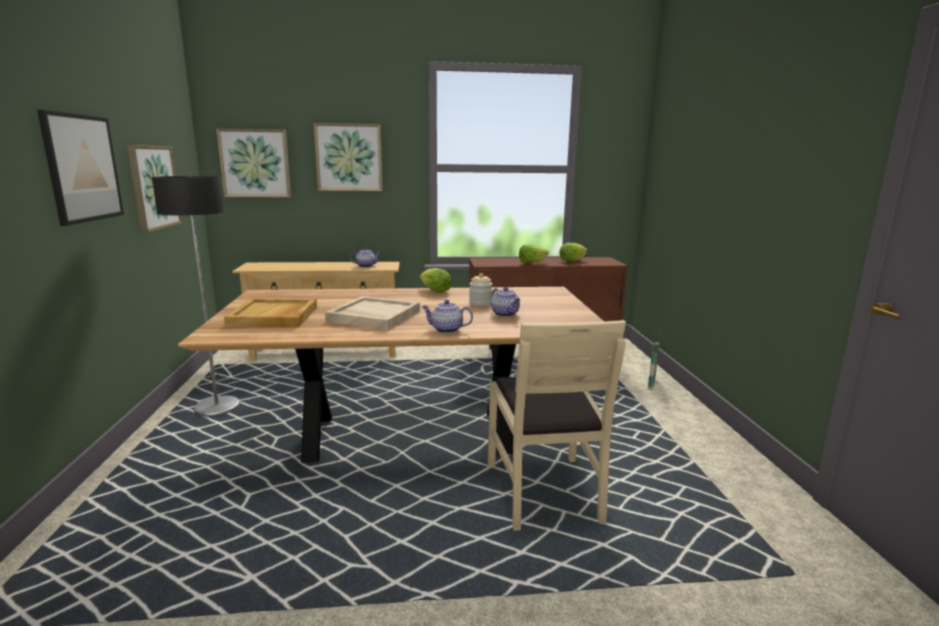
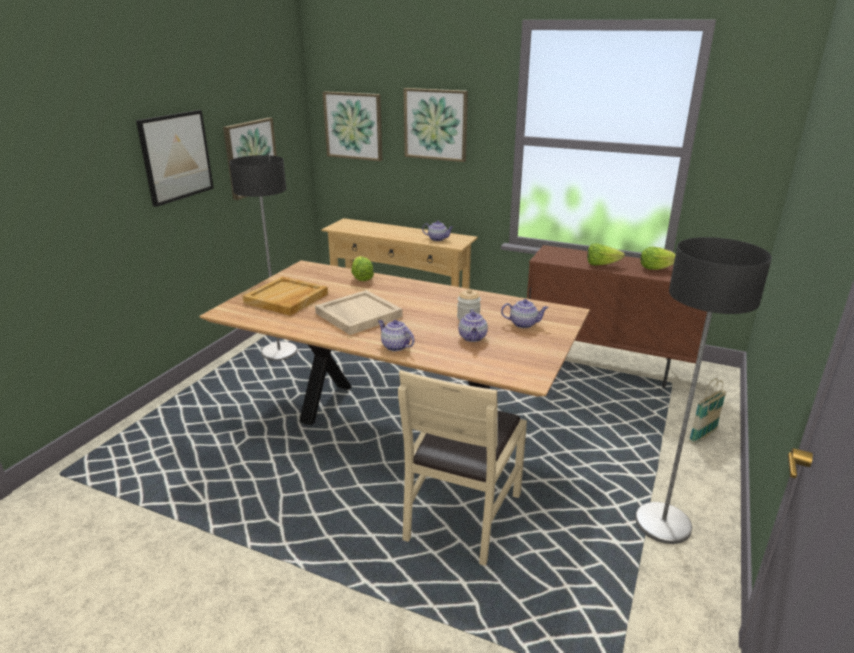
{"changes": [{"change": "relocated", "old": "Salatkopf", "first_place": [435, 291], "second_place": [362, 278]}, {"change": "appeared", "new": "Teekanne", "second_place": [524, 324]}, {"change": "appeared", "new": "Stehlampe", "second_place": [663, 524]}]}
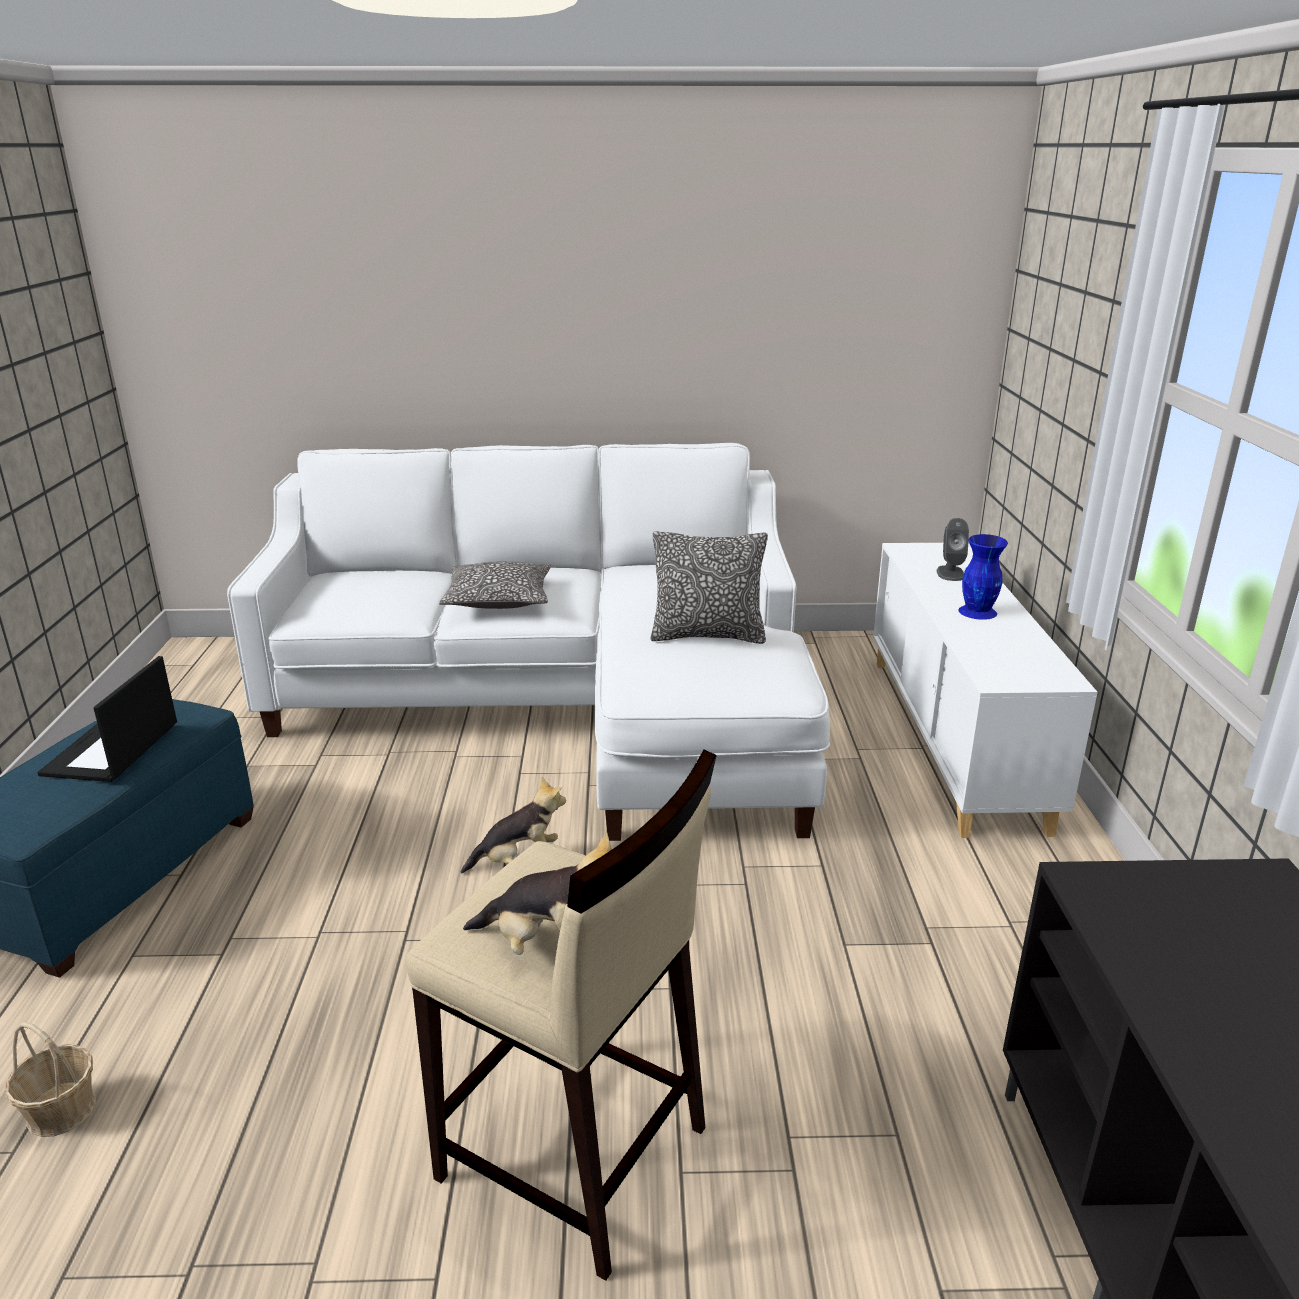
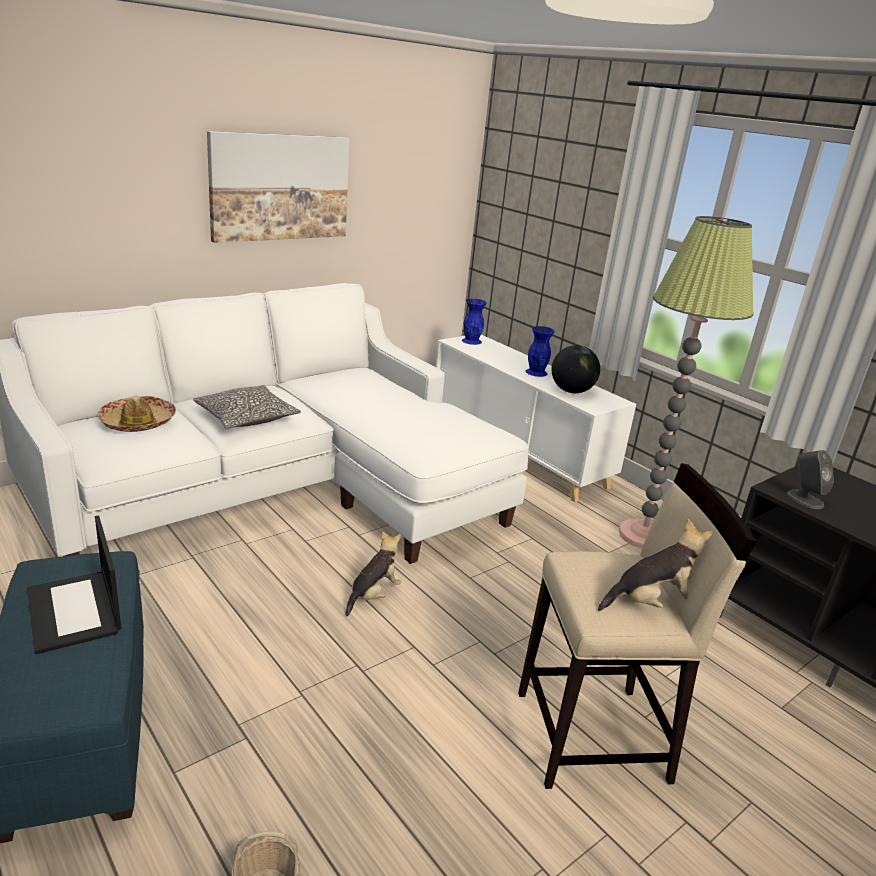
{"changes": [{"change": "missing", "old": "Kissen", "first_place": [707, 635]}, {"change": "relocated", "old": "Lautsprecher [grau]", "first_place": [950, 573], "second_place": [804, 499]}, {"change": "appeared", "new": "Hut", "second_place": [138, 422]}, {"change": "appeared", "new": "Bild", "second_place": [280, 187]}, {"change": "appeared", "new": "Vase [blau]", "second_place": [472, 341]}, {"change": "appeared", "new": "Globus", "second_place": [571, 391]}, {"change": "appeared", "new": "Stehlampe", "second_place": [643, 535]}]}
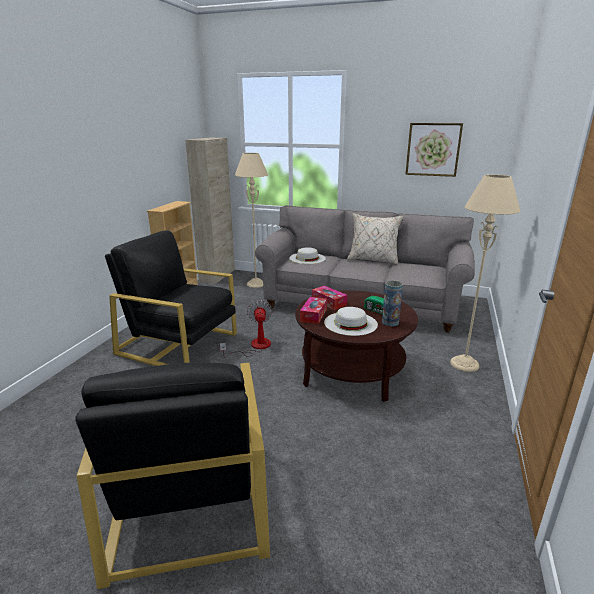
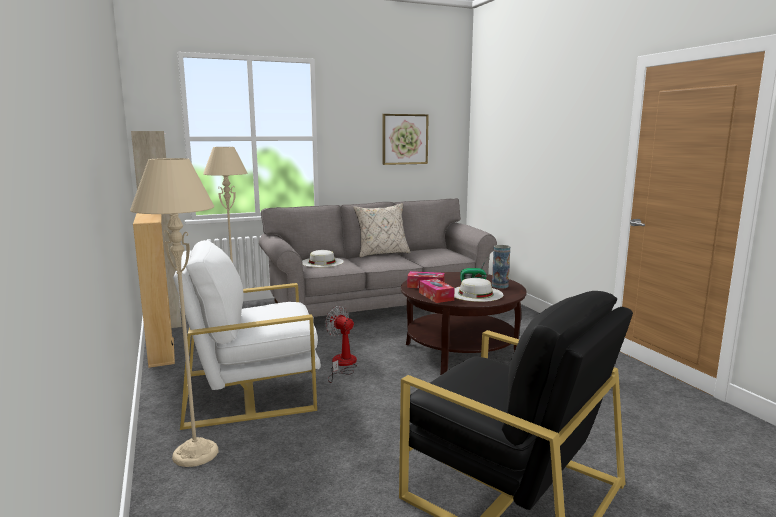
{"changes": [{"change": "colour", "old": "Sessel [schwarz]", "new": "Sessel [weiß]", "first_place": [179, 343], "second_place": [250, 390]}, {"change": "relocated", "old": "Stehlampe [beige]", "first_place": [464, 364], "second_place": [195, 453]}]}
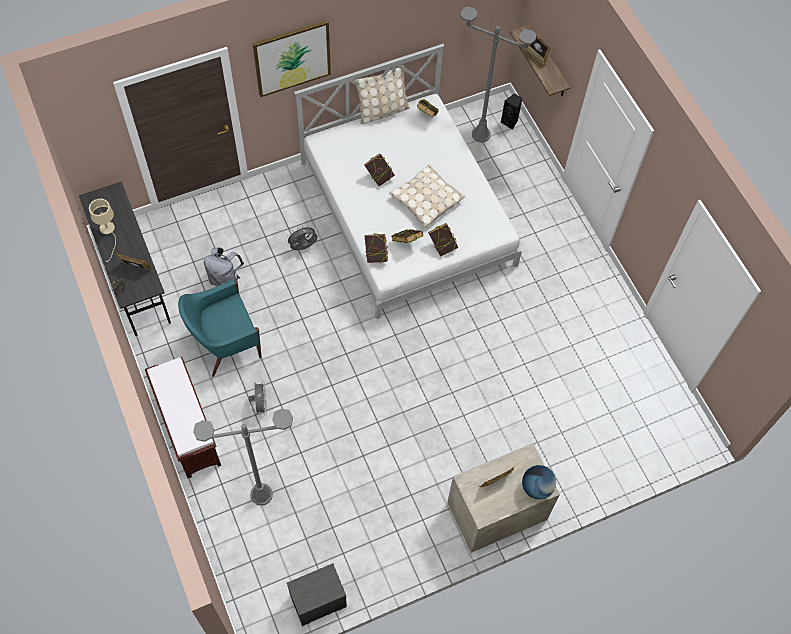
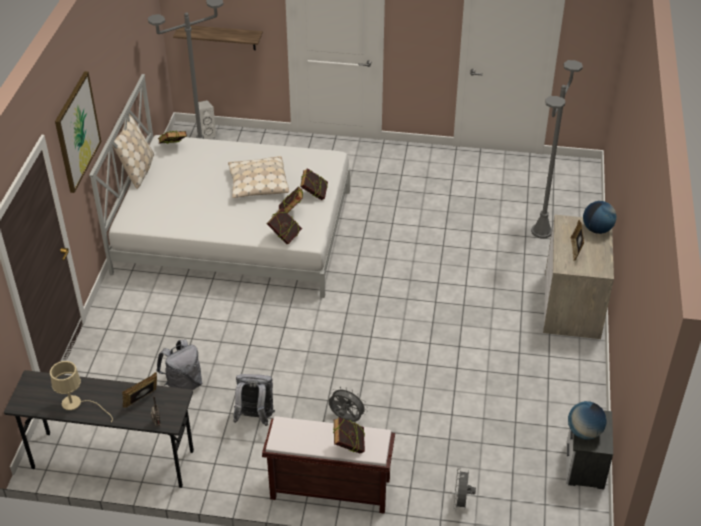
{"changes": [{"change": "exchanged", "old": "Sessel [türkis]", "new": "Rucksack [grau]", "first_place": [225, 343], "second_place": [255, 417]}, {"change": "relocated", "old": "Stehlampe [grau]", "first_place": [261, 494], "second_place": [541, 231]}, {"change": "relocated", "old": "Ventilator [grau]", "first_place": [303, 247], "second_place": [461, 502]}, {"change": "relocated", "old": "Buch", "first_place": [379, 177], "second_place": [349, 446]}, {"change": "colour", "old": "Lautsprecher [schwarz]", "new": "Lautsprecher [weiß]", "first_place": [510, 122], "second_place": [207, 134]}, {"change": "missing", "old": "Bilderrahmen", "first_place": [535, 55]}, {"change": "appeared", "new": "Globus", "second_place": [584, 432]}]}
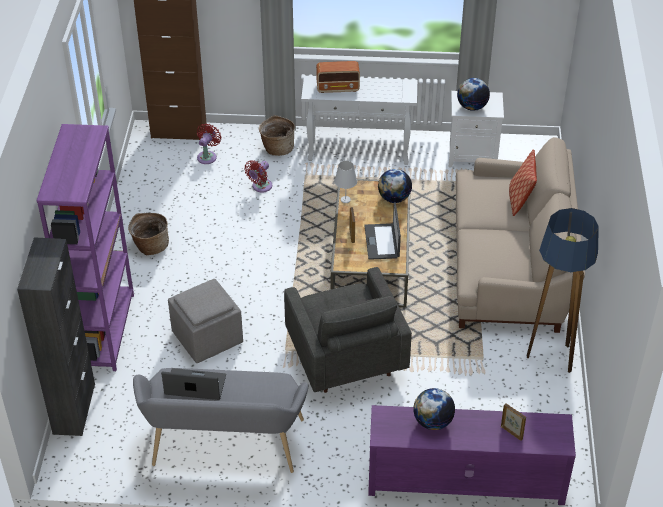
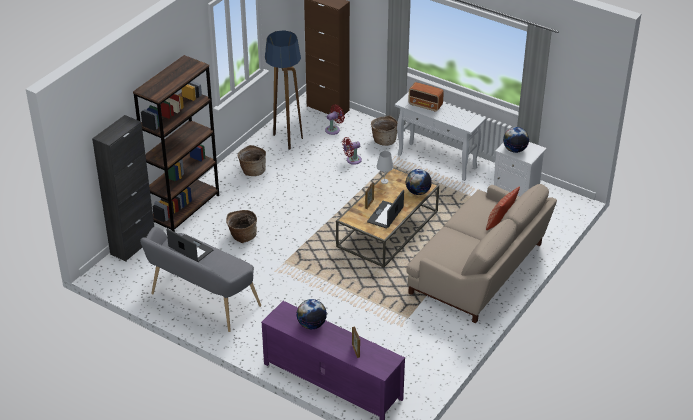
{"changes": [{"change": "colour", "old": "Bücherregal [lila]", "new": "Bücherregal [braun]", "first_place": [104, 330], "second_place": [185, 209]}, {"change": "exchanged", "old": "Polsterhocker [grau]", "new": "Korb", "first_place": [206, 337], "second_place": [242, 236]}, {"change": "missing", "old": "Sessel [grau]", "first_place": [345, 359]}, {"change": "relocated", "old": "Stehlampe", "first_place": [549, 358], "second_place": [286, 139]}]}
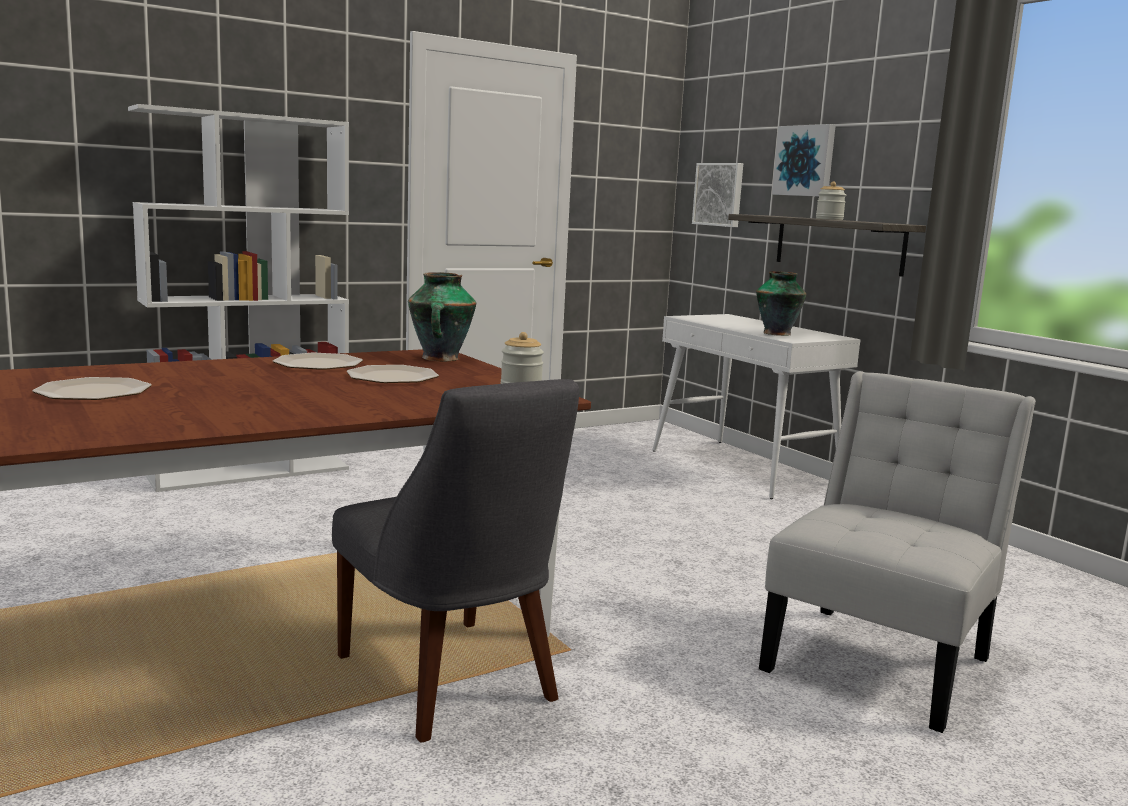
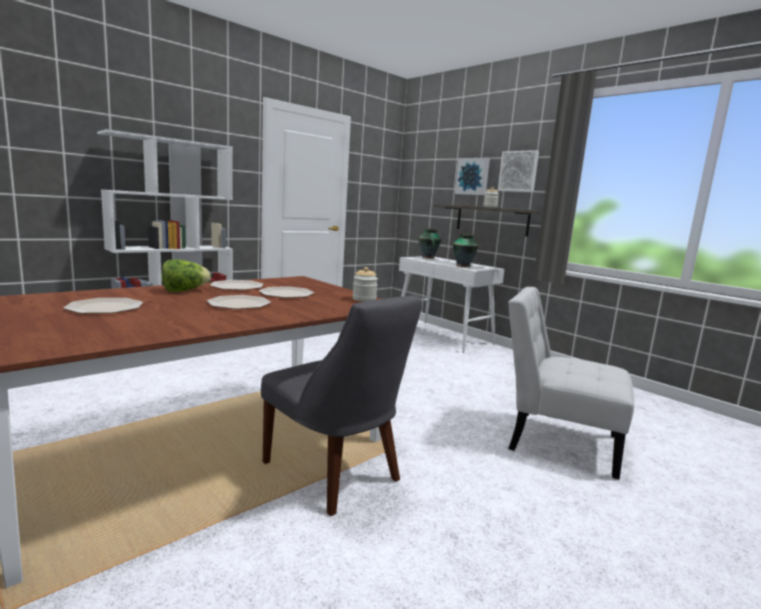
{"changes": [{"change": "relocated", "old": "Vase", "first_place": [440, 358], "second_place": [428, 258]}, {"change": "relocated", "old": "Bild", "first_place": [719, 194], "second_place": [519, 171]}, {"change": "spun", "old": "Stuhl [weiß]", "first_place": [881, 659], "second_place": [556, 440], "degrees": -90}, {"change": "appeared", "new": "Salatkopf", "second_place": [184, 291]}, {"change": "appeared", "new": "Teller", "second_place": [239, 304]}]}
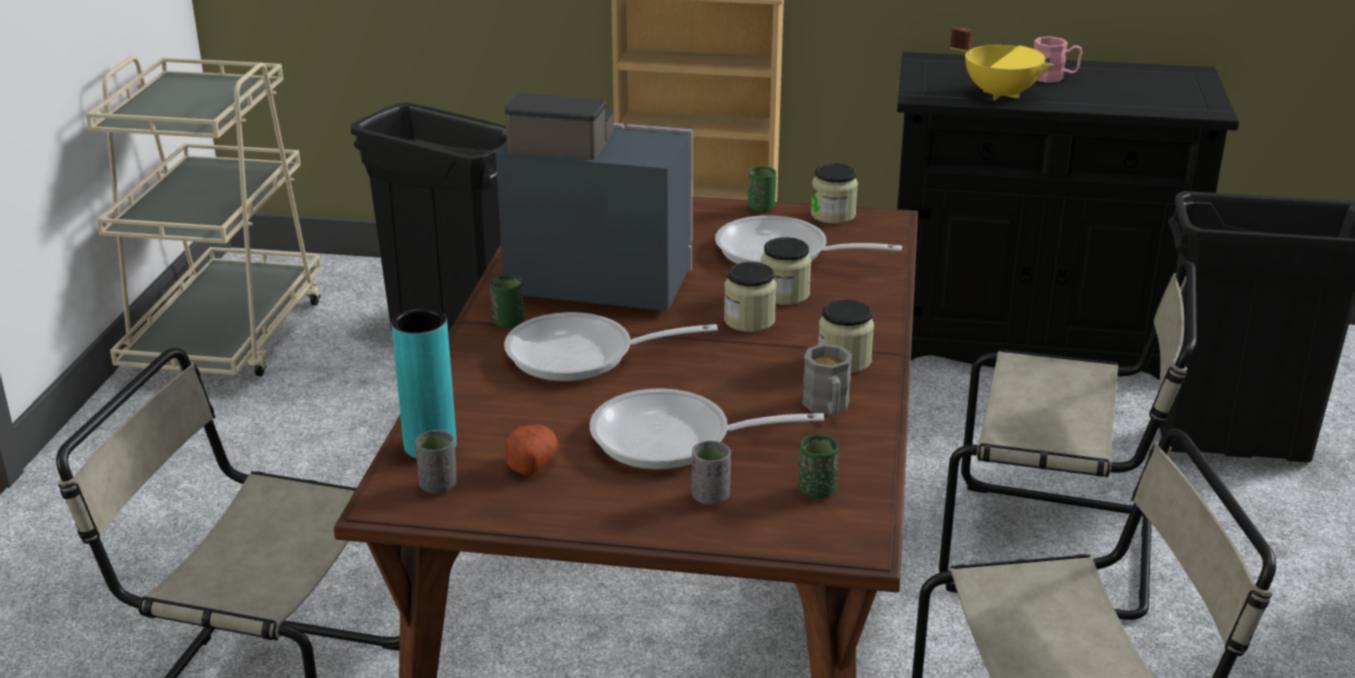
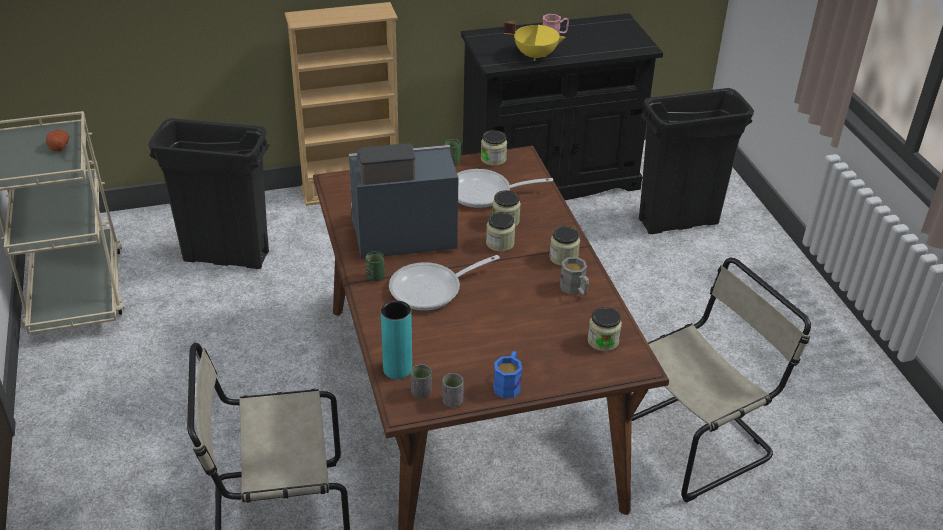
{"changes": [{"change": "relocated", "old": "Kartoffel", "first_place": [531, 463], "second_place": [59, 146]}, {"change": "missing", "old": "Pfanne", "first_place": [674, 440]}, {"change": "relocated", "old": "Tasse [grau]", "first_place": [710, 497], "second_place": [452, 401]}, {"change": "exchanged", "old": "Tasse [grün]", "new": "Vorratsglas", "first_place": [817, 490], "second_place": [603, 341]}, {"change": "missing", "old": "Stuhl [beige]", "first_place": [1057, 552]}, {"change": "appeared", "new": "Henkelbecher [blau]", "second_place": [508, 384]}]}
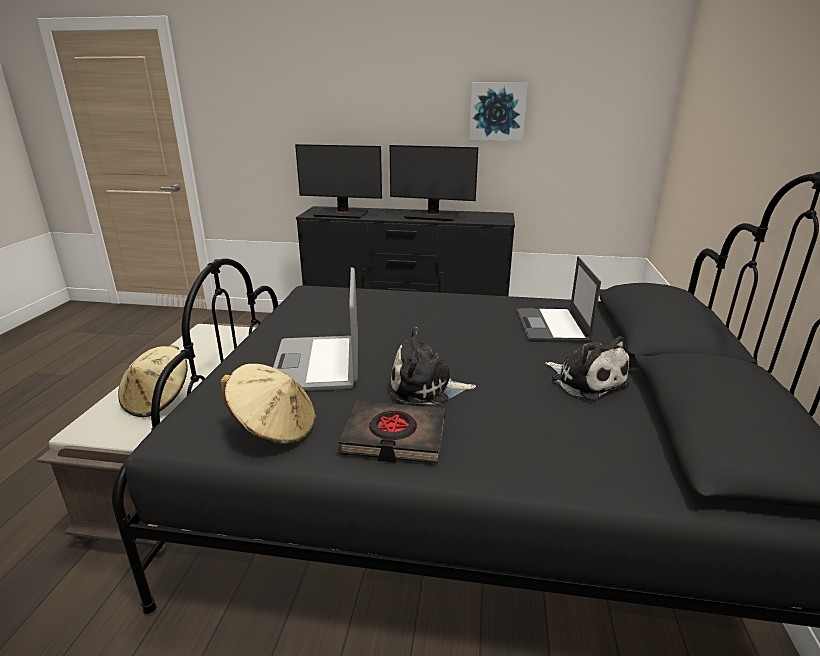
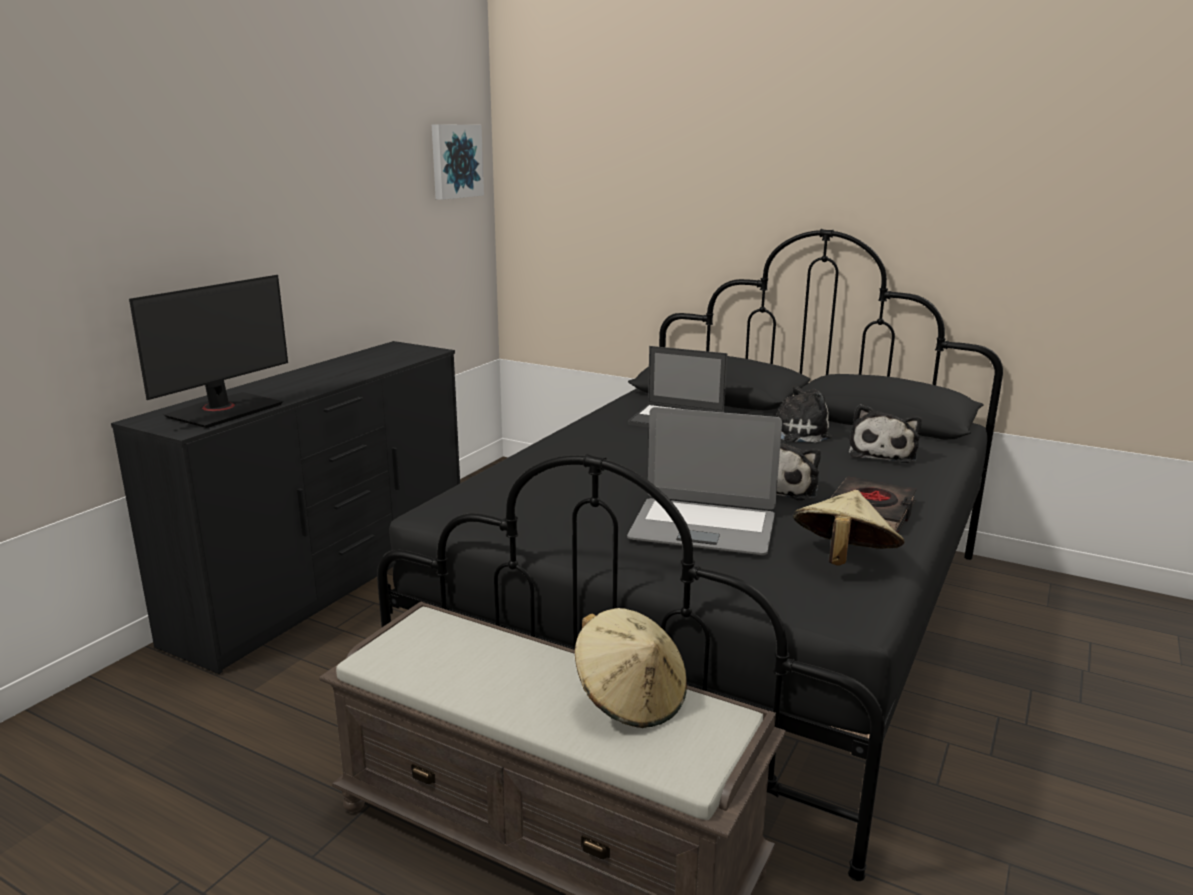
{"changes": [{"change": "missing", "old": "Monitor", "first_place": [432, 216]}, {"change": "relocated", "old": "Bild", "first_place": [497, 111], "second_place": [455, 161]}, {"change": "appeared", "new": "Plüschtier", "second_place": [882, 453]}]}
